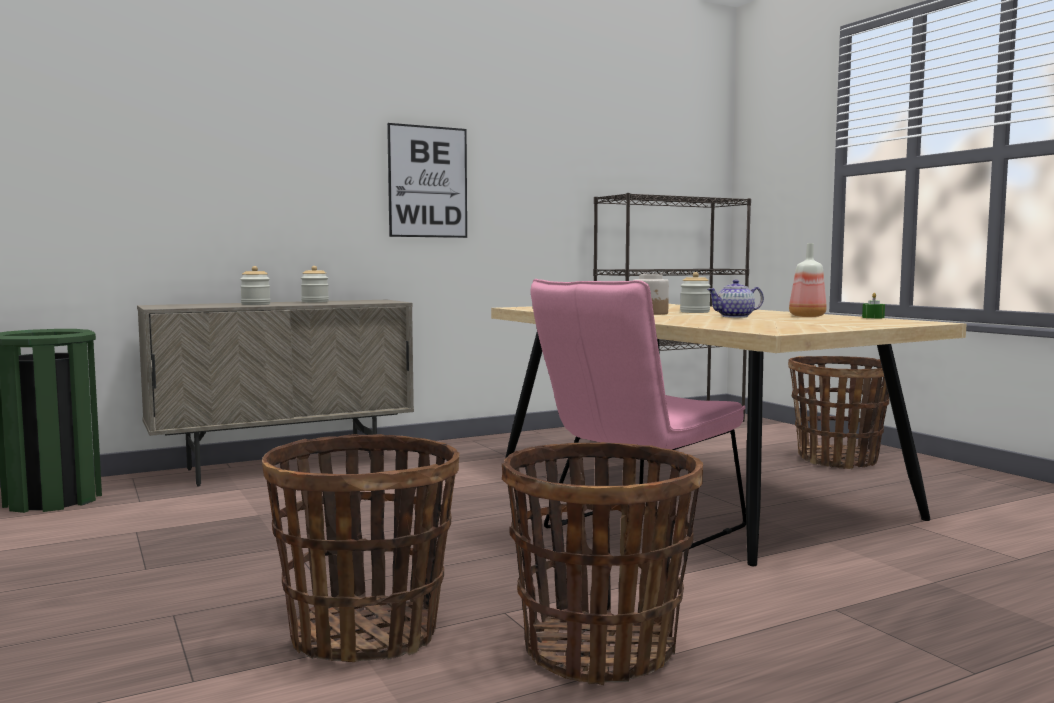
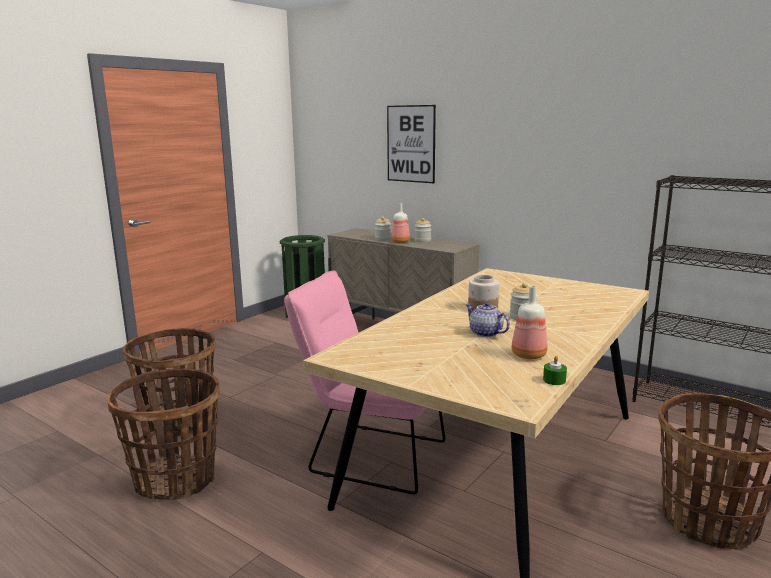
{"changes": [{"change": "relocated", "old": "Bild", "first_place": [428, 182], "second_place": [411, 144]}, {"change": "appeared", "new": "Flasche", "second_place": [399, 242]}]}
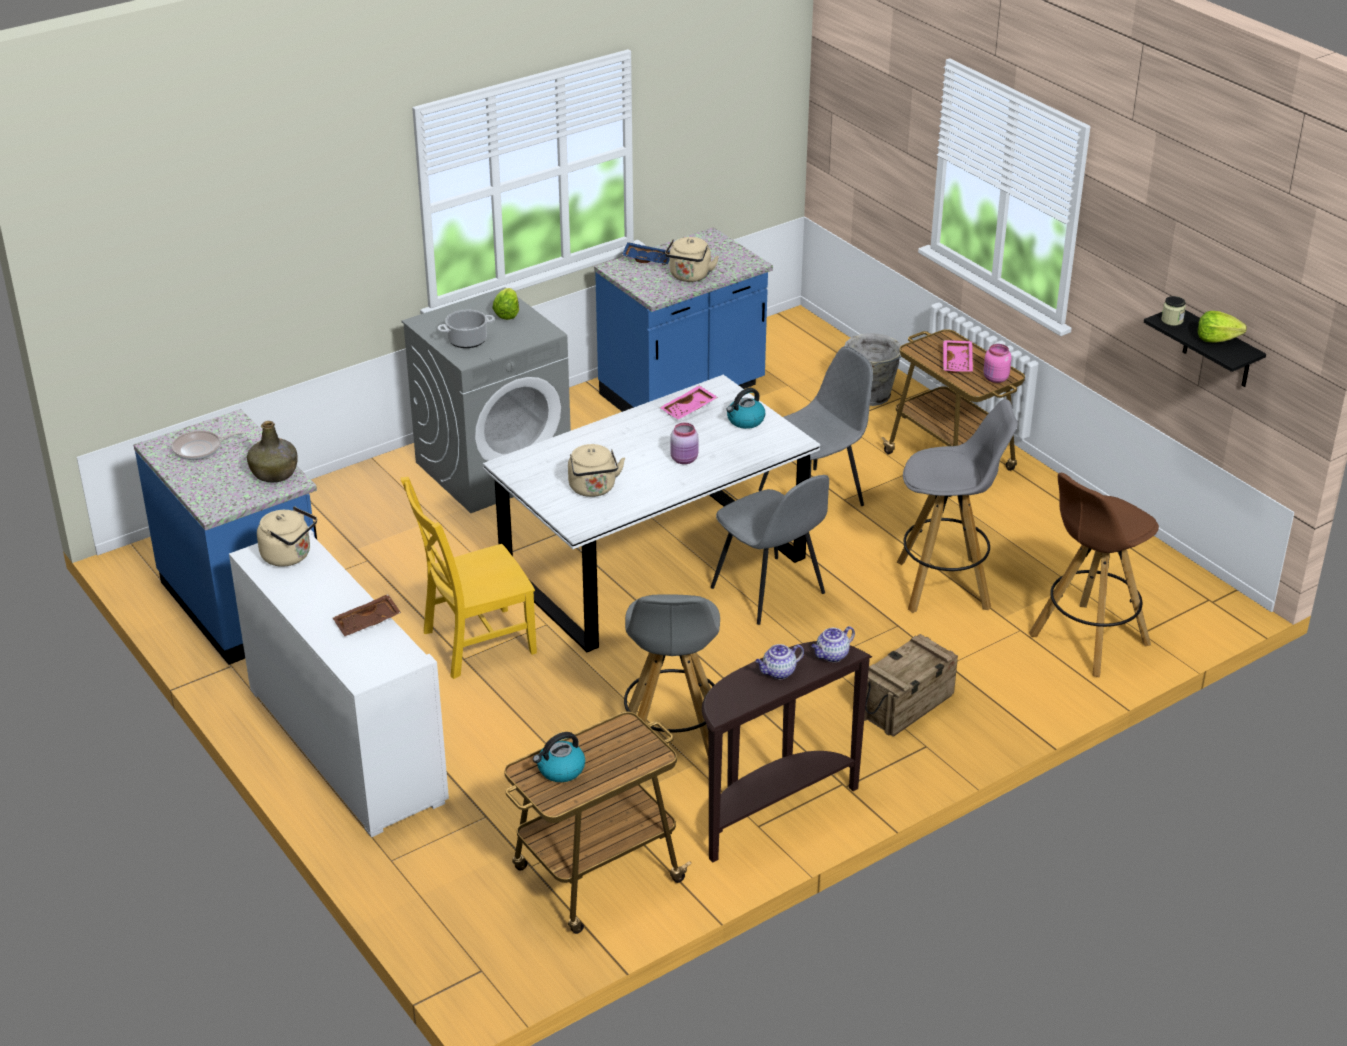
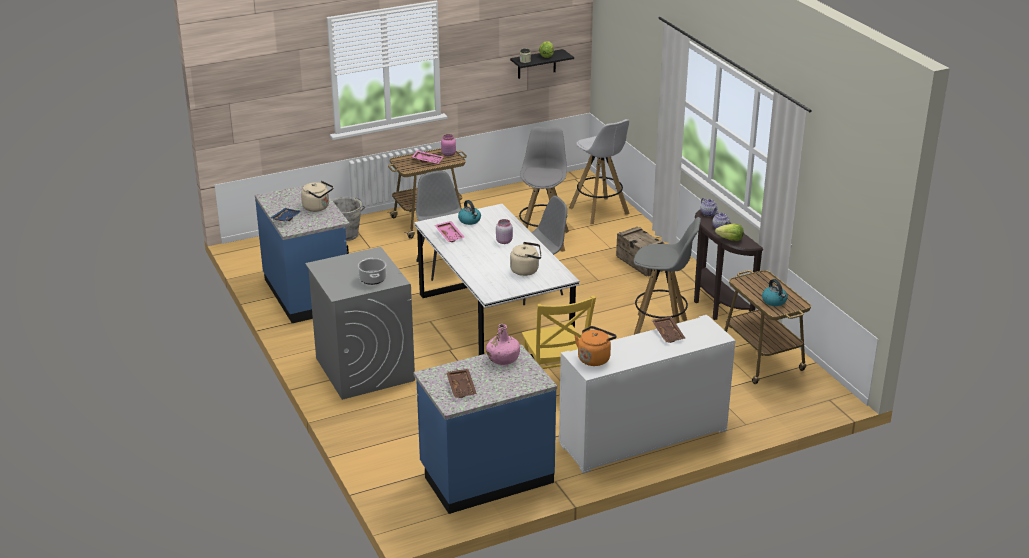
{"changes": [{"change": "exchanged", "old": "Pfanne", "new": "Tablett [braun]", "first_place": [200, 449], "second_place": [462, 387]}, {"change": "colour", "old": "Flasche [grün]", "new": "Flasche [rosa]", "first_place": [275, 473], "second_place": [503, 358]}, {"change": "colour", "old": "Wasserkessel [beige]", "new": "Wasserkessel [orange]", "first_place": [289, 556], "second_place": [594, 358]}, {"change": "relocated", "old": "Salatkopf", "first_place": [507, 314], "second_place": [730, 239]}, {"change": "colour", "old": "Hocker [braun]", "new": "Hocker [weiß]", "first_place": [1087, 641], "second_place": [599, 211]}]}
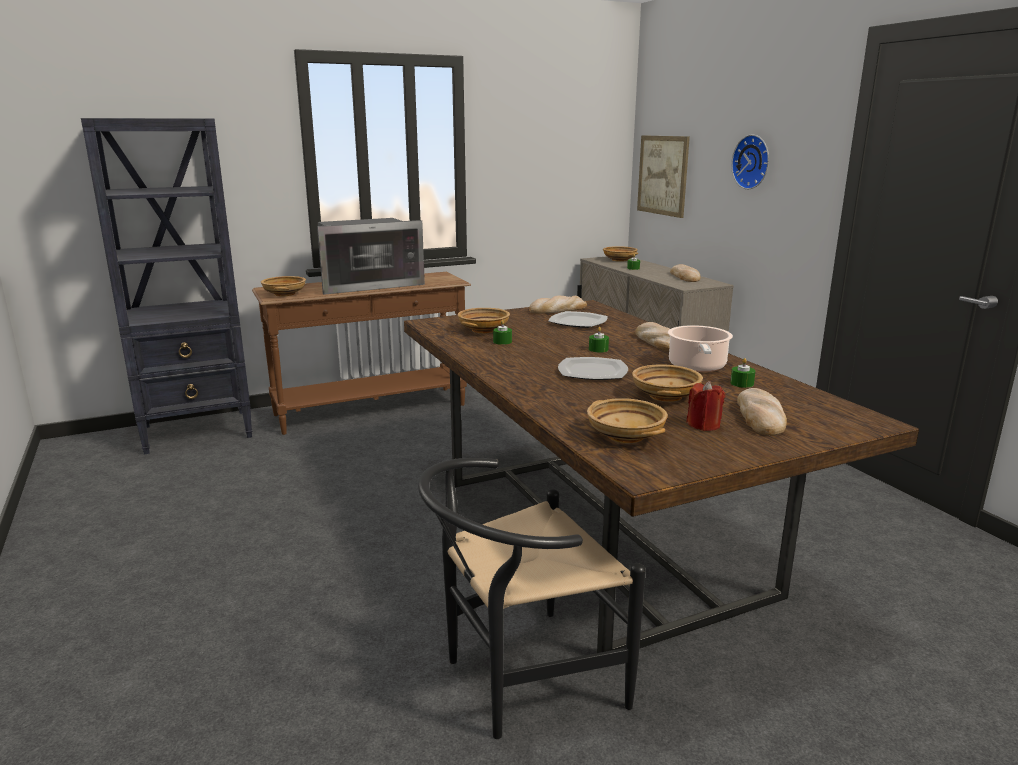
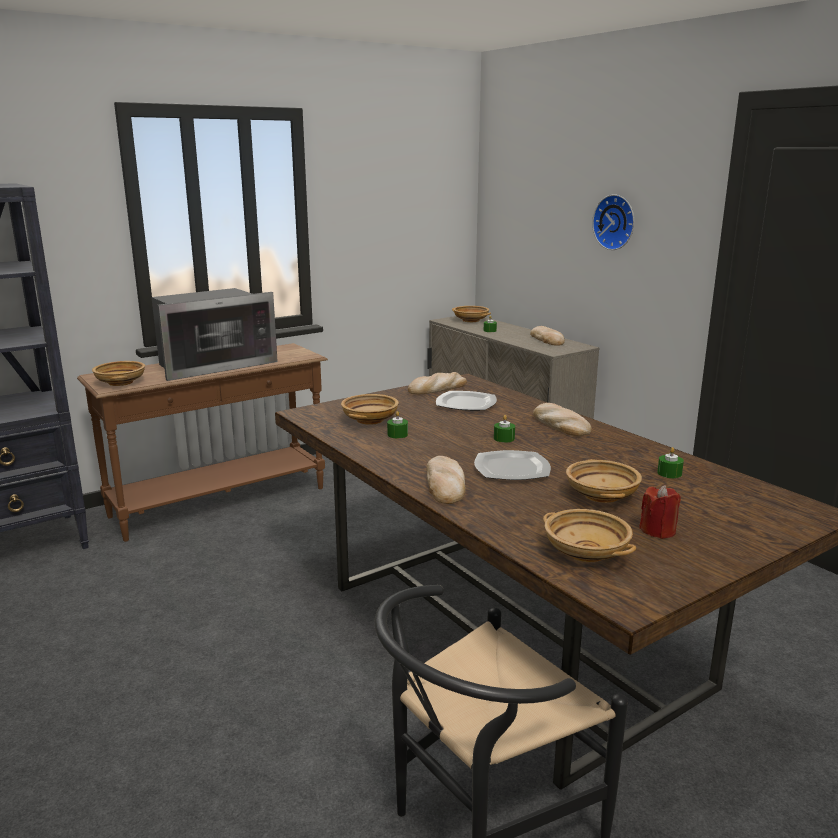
{"changes": [{"change": "missing", "old": "Bild", "first_place": [662, 175]}, {"change": "missing", "old": "Kochtopf", "first_place": [697, 367]}, {"change": "relocated", "old": "Brot", "first_place": [761, 417], "second_place": [445, 484]}]}
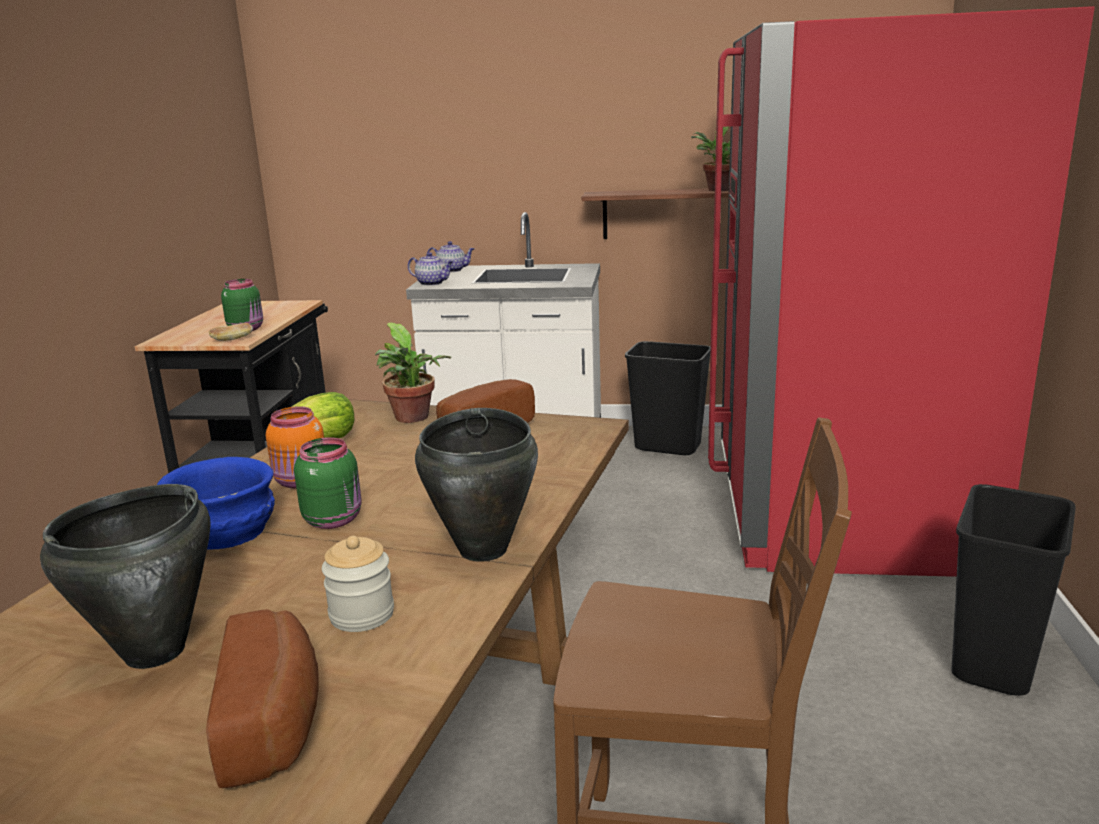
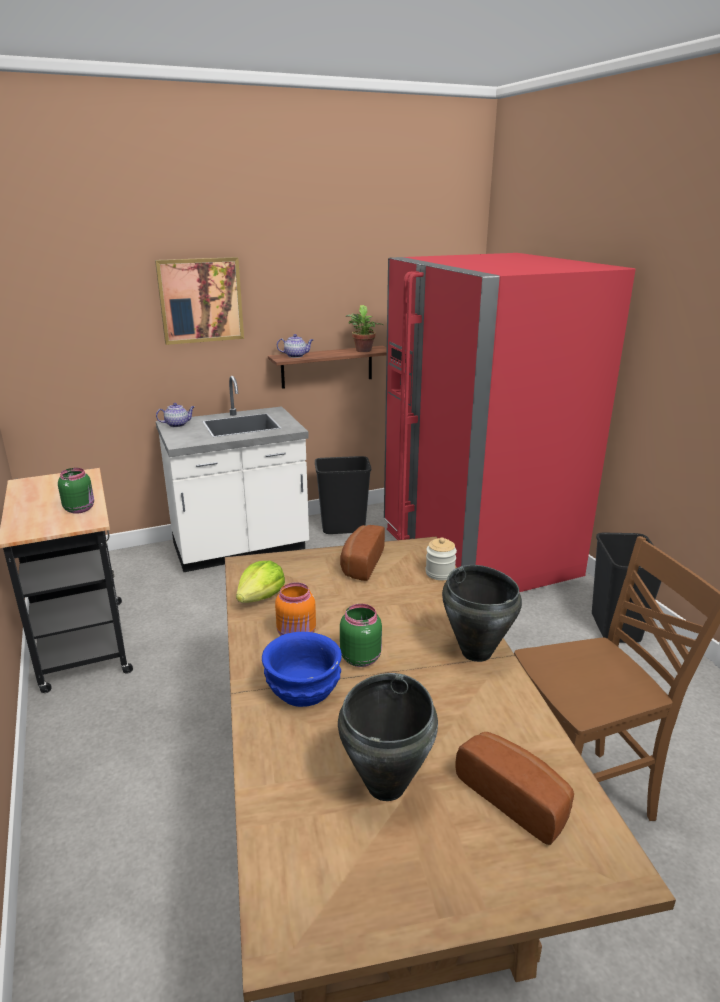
{"changes": [{"change": "missing", "old": "Brot", "first_place": [232, 339]}, {"change": "relocated", "old": "Vorratsglas", "first_place": [362, 615], "second_place": [440, 573]}, {"change": "missing", "old": "Topfpflanze", "first_place": [413, 419]}, {"change": "relocated", "old": "Teekanne", "first_place": [432, 283], "second_place": [296, 356]}, {"change": "appeared", "new": "Bild", "second_place": [200, 300]}]}
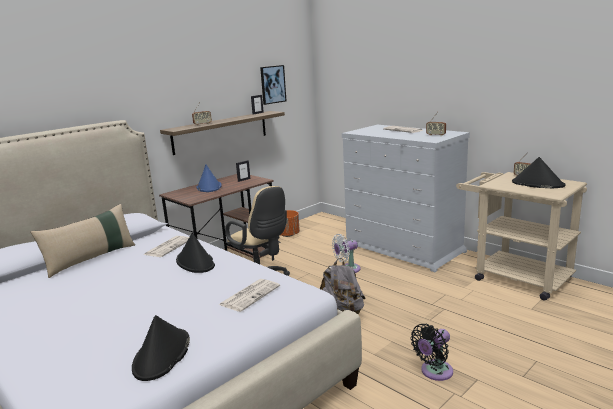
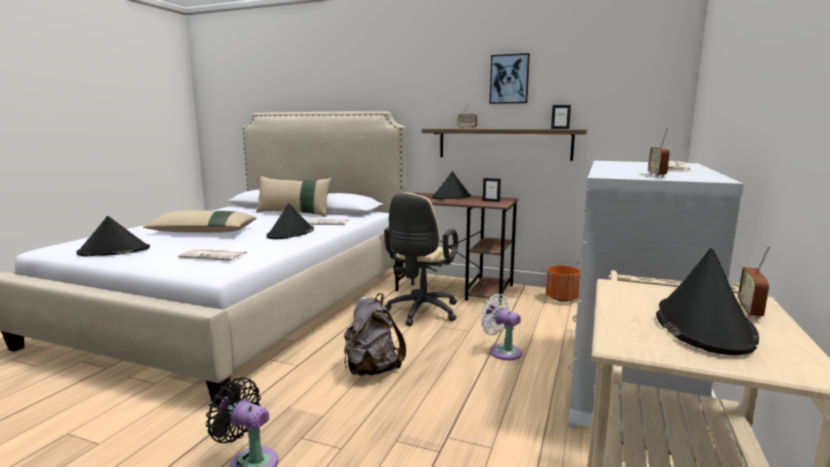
{"changes": [{"change": "colour", "old": "Hut [blau]", "new": "Hut [schwarz]", "first_place": [209, 187], "second_place": [451, 197]}, {"change": "relocated", "old": "Bild", "first_place": [272, 84], "second_place": [509, 79]}, {"change": "appeared", "new": "Kissen [beige]", "second_place": [203, 232]}]}
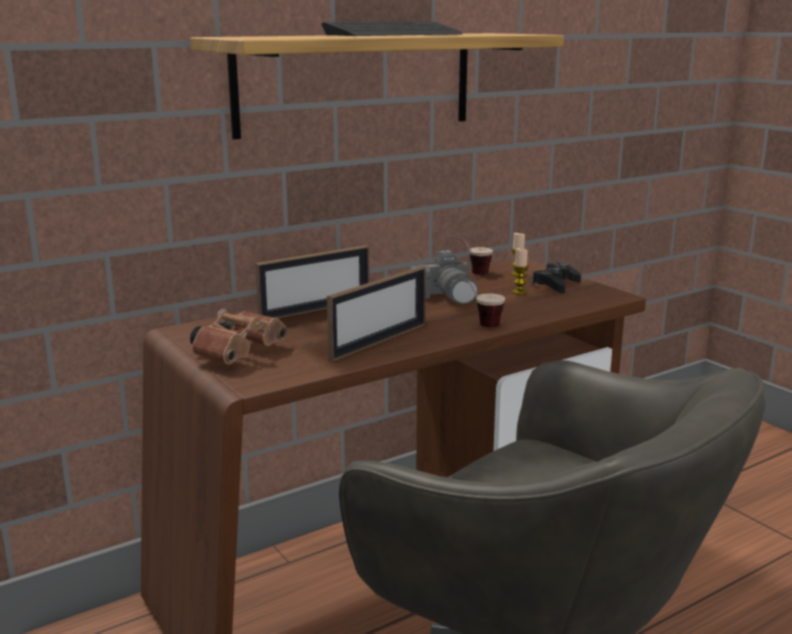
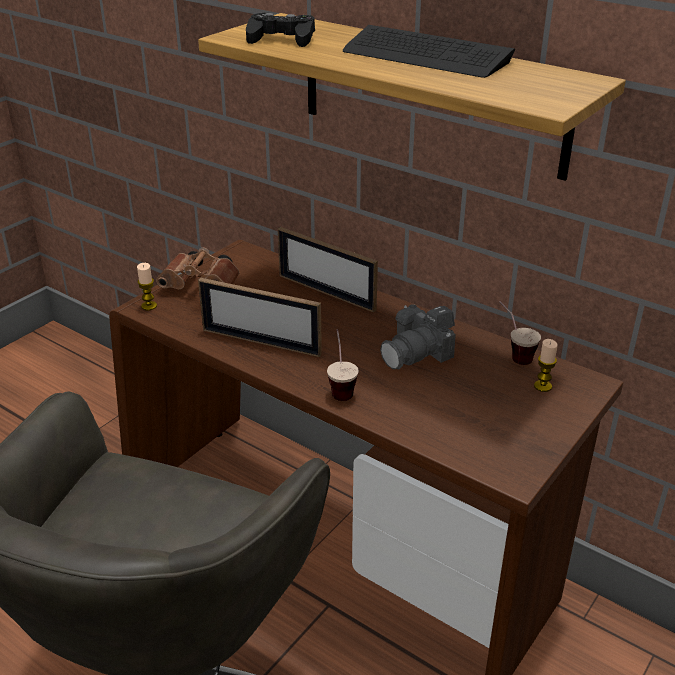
{"changes": [{"change": "relocated", "old": "Kerze", "first_place": [519, 292], "second_place": [149, 306]}, {"change": "relocated", "old": "Gamepad [schwarz]", "first_place": [555, 285], "second_place": [282, 39]}]}
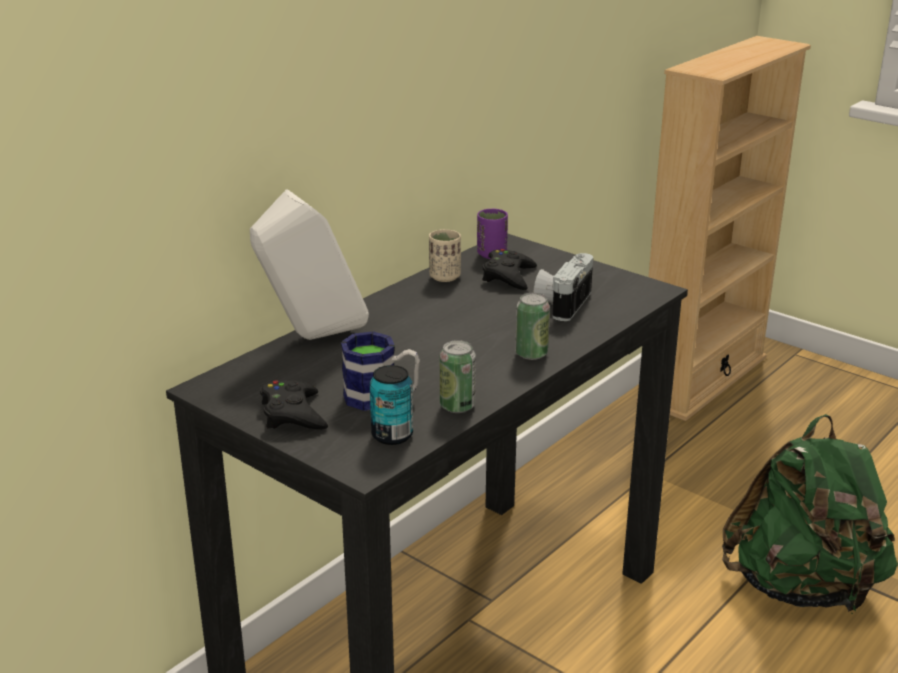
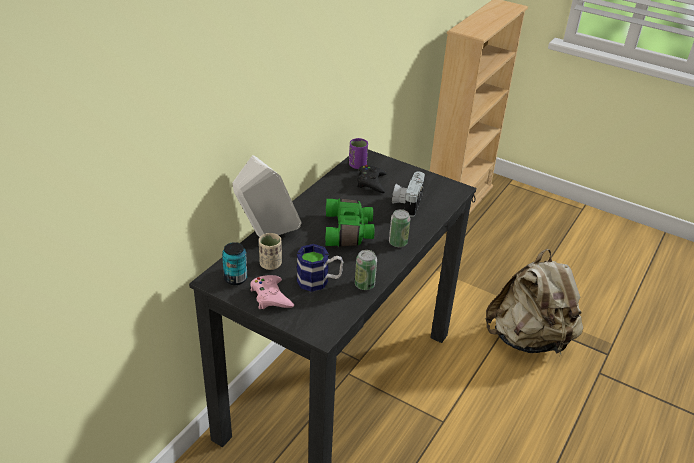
{"changes": [{"change": "colour", "old": "Gamepad [schwarz]", "new": "Gamepad [rosa]", "first_place": [293, 414], "second_place": [271, 297]}, {"change": "relocated", "old": "Dose", "first_place": [392, 435], "second_place": [235, 279]}, {"change": "relocated", "old": "Tasse [beige]", "first_place": [445, 277], "second_place": [270, 264]}, {"change": "colour", "old": "Rucksack [grün]", "new": "Rucksack [beige]", "first_place": [802, 588], "second_place": [529, 339]}, {"change": "appeared", "new": "Fernglas [grün]", "second_place": [349, 231]}]}
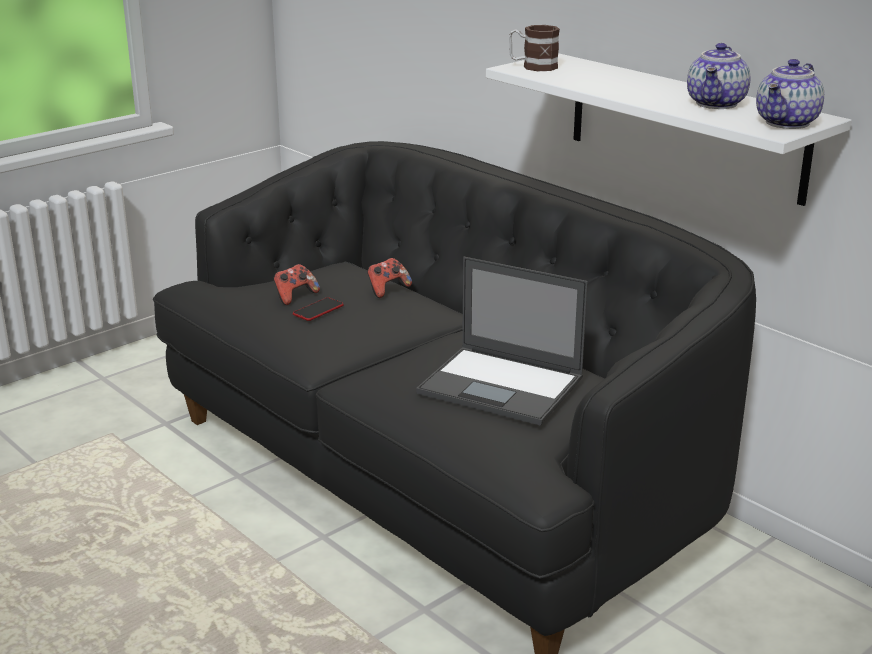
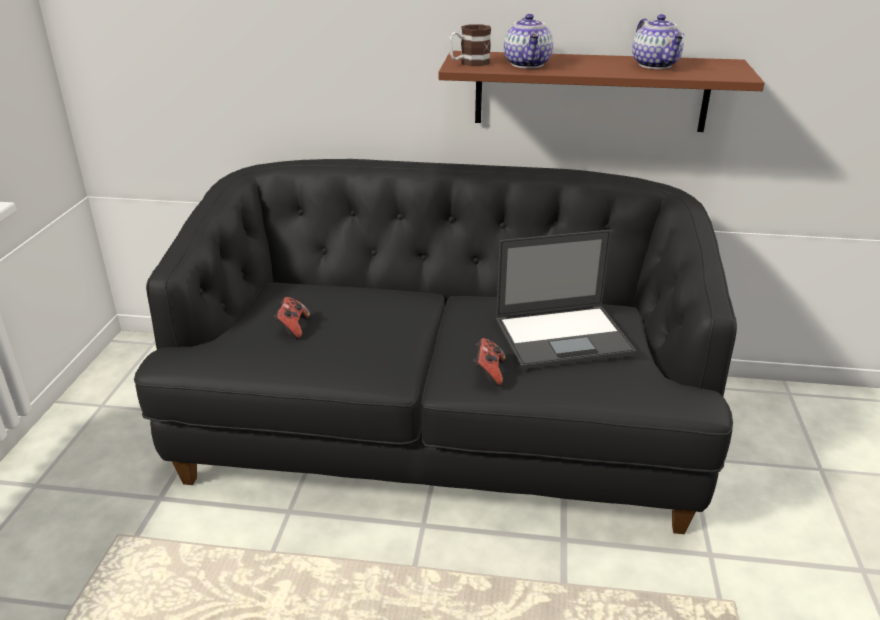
{"changes": [{"change": "missing", "old": "Handy", "first_place": [318, 310]}, {"change": "relocated", "old": "Gamepad", "first_place": [387, 289], "second_place": [488, 372]}, {"change": "colour", "old": "Wandregal [weiß]", "new": "Wandregal [braun]", "first_place": [685, 126], "second_place": [590, 91]}, {"change": "relocated", "old": "Teekanne", "first_place": [788, 123], "second_place": [528, 64]}]}
